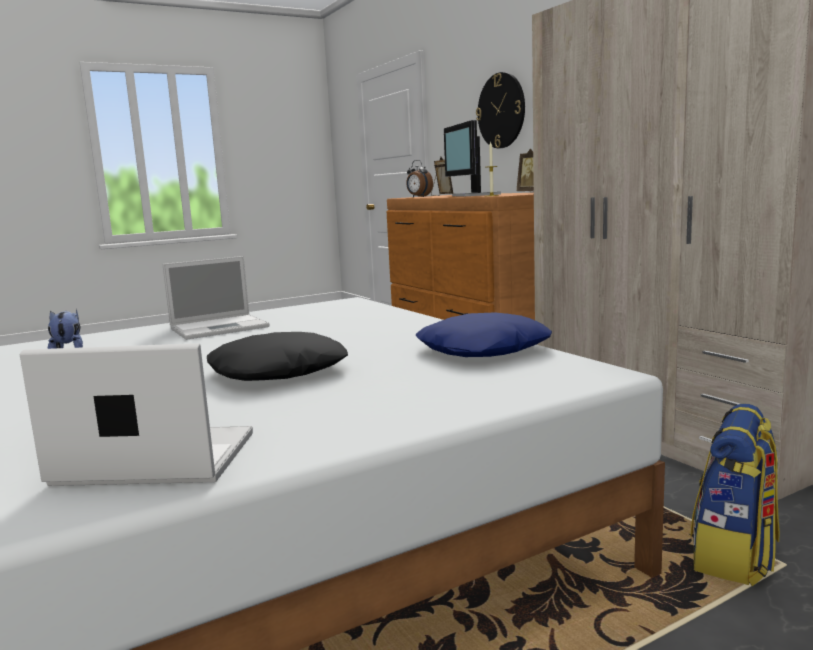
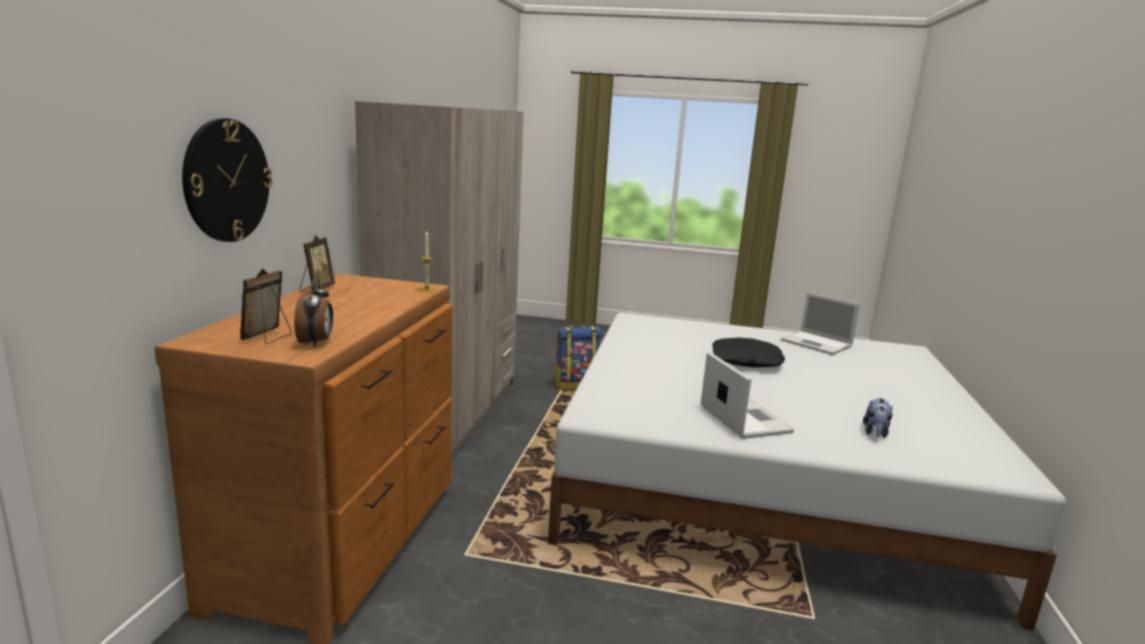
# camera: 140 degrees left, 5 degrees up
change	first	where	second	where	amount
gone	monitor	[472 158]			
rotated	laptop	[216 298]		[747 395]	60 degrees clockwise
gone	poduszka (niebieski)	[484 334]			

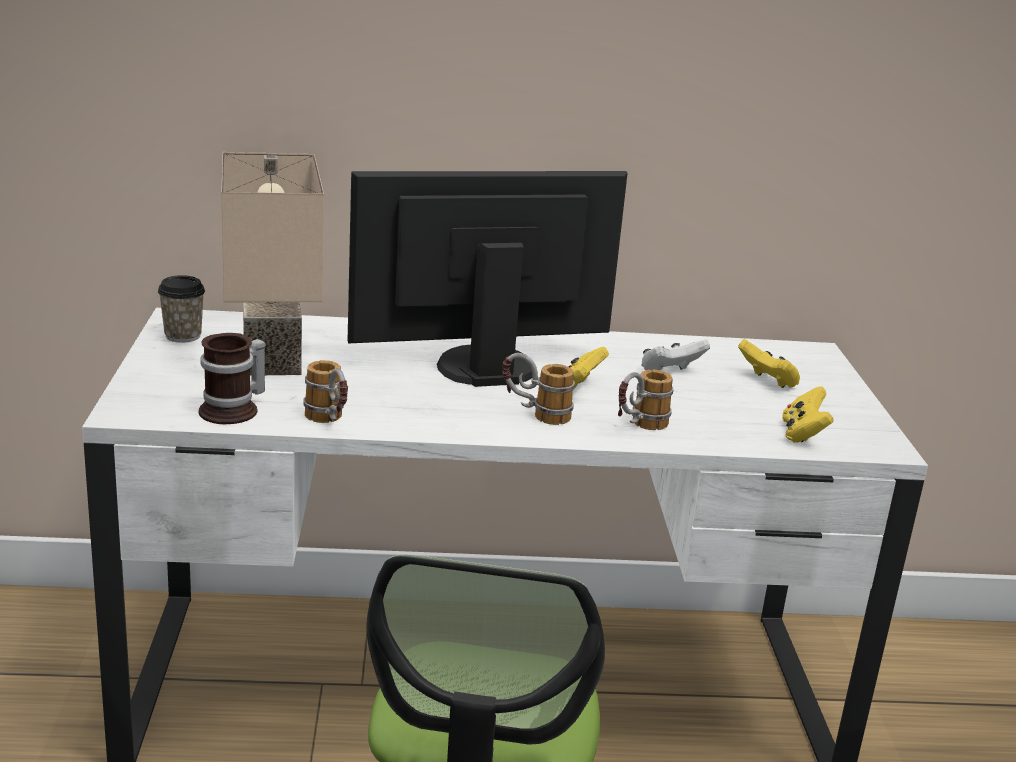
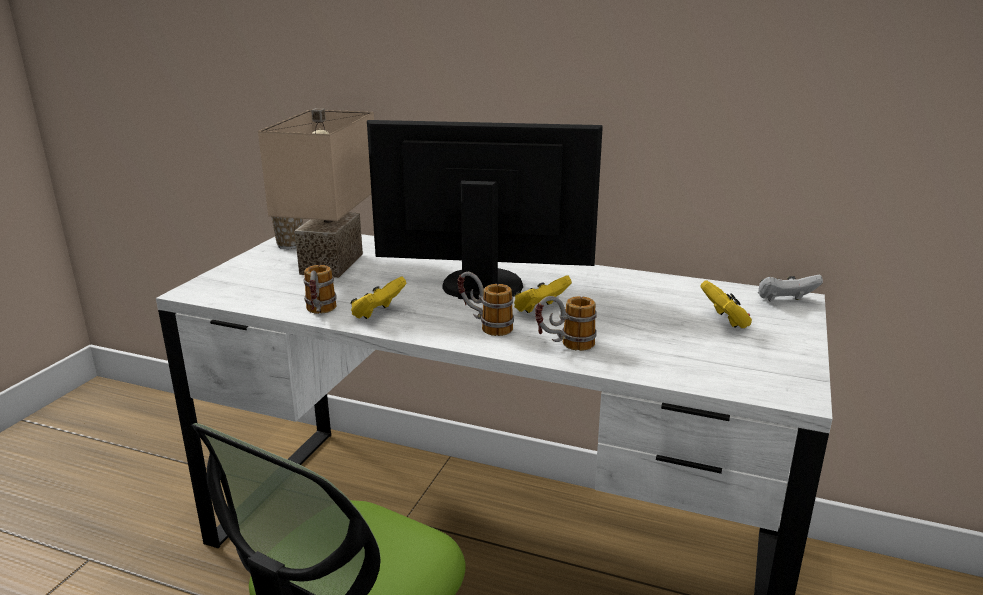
# camera: 25 degrees right, 0 degrees up
change	first	where	second	where	amount
gone	kubek	[232 378]			
shifted	pad do gier (biały)	[675 354]		[790 287]	
shifted	pad do gier (żółty)	[808 414]		[378 297]	

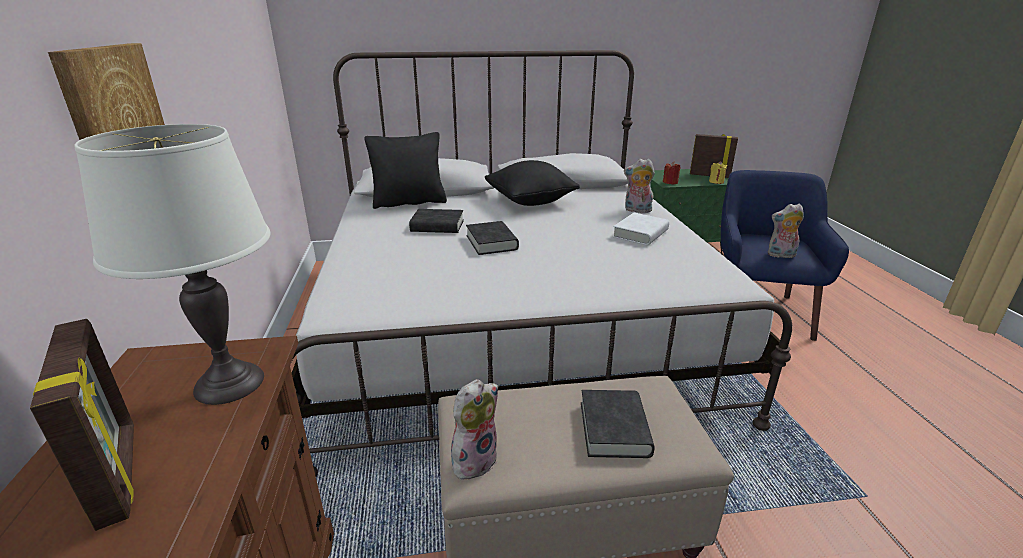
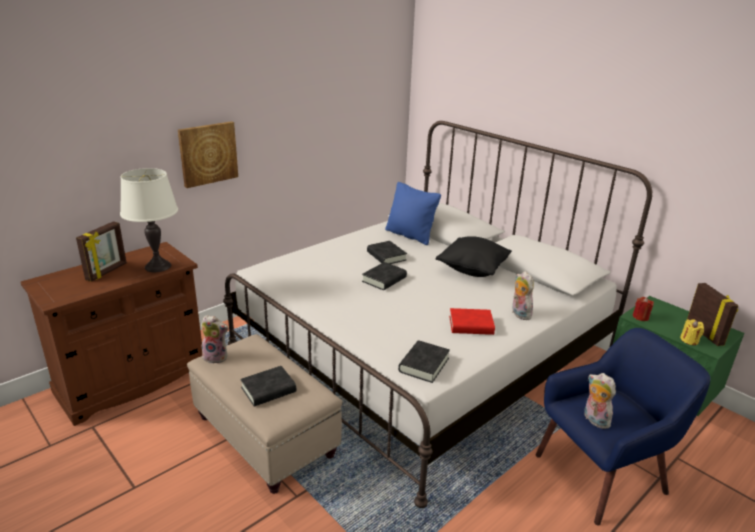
# camera: 55 degrees right, 0 degrees up
change	first	where	second	where	amount
repainted	poduszka (czarny)	[405 170]	poduszka (niebieski)	[413 213]	
repainted	książka (biały)	[640 229]	książka (czerwony)	[472 321]	
new			książka (czarny)	[424 362]	

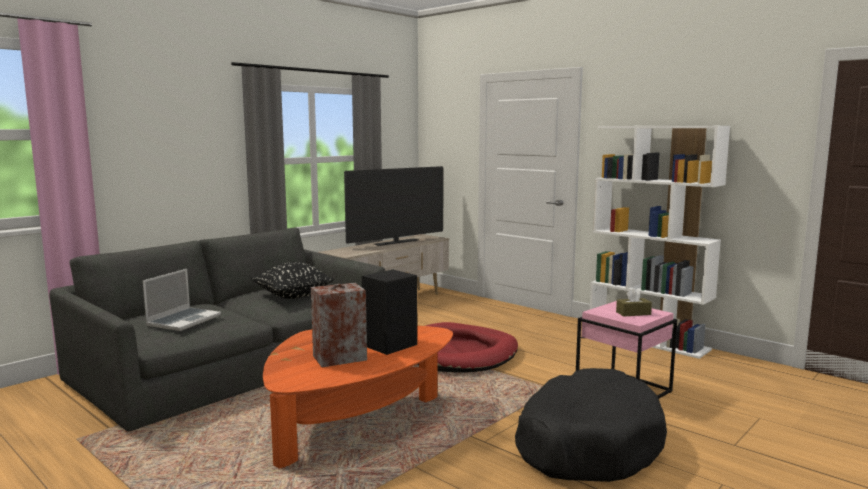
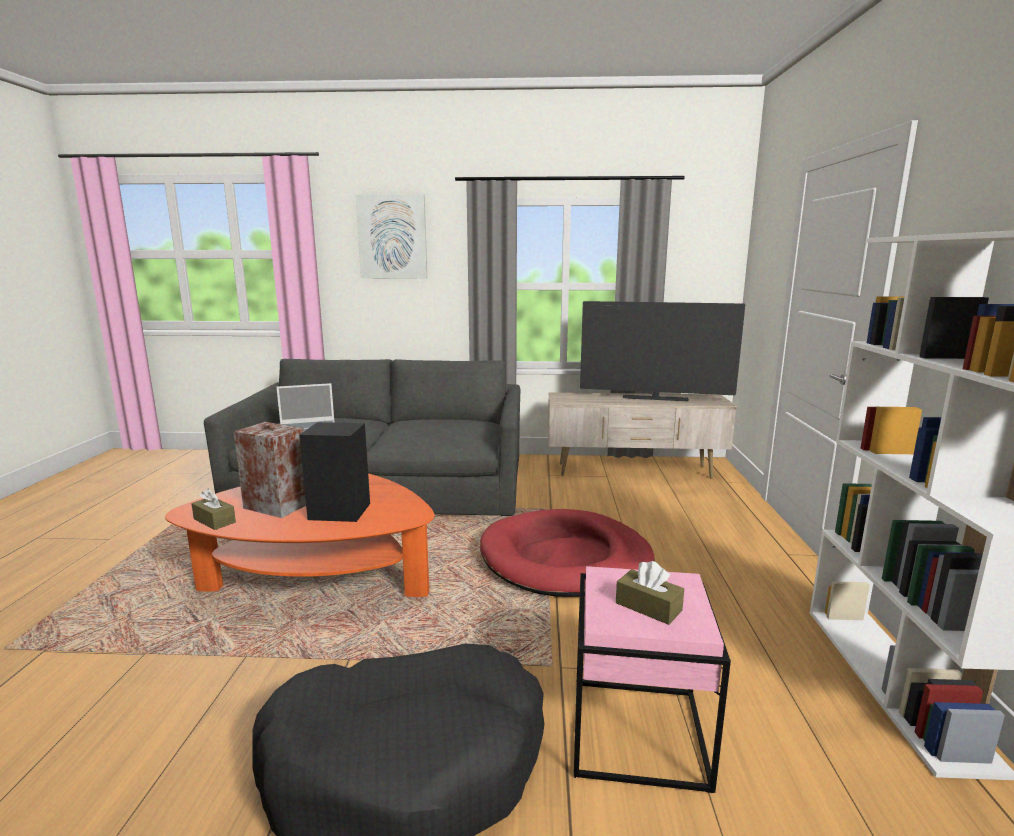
# camera: 50 degrees right, 5 degrees up
change	first	where	second	where	amount
gone	poduszka (czarny)	[293 280]			
new			obraz	[391 236]	
new			pudełko chusteczek (brązowy)	[213 509]	

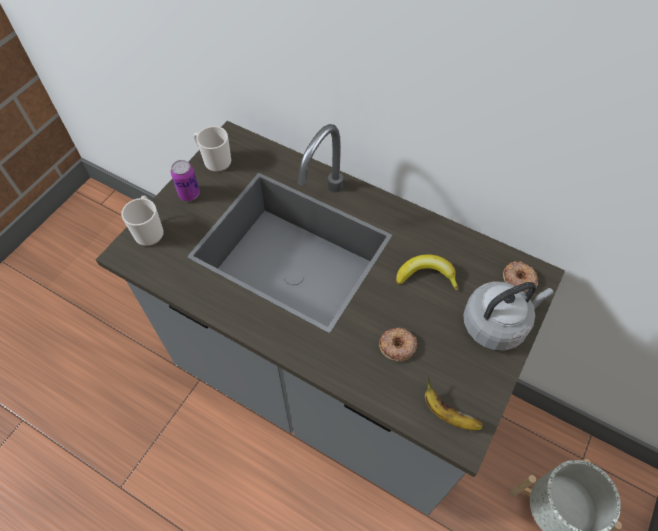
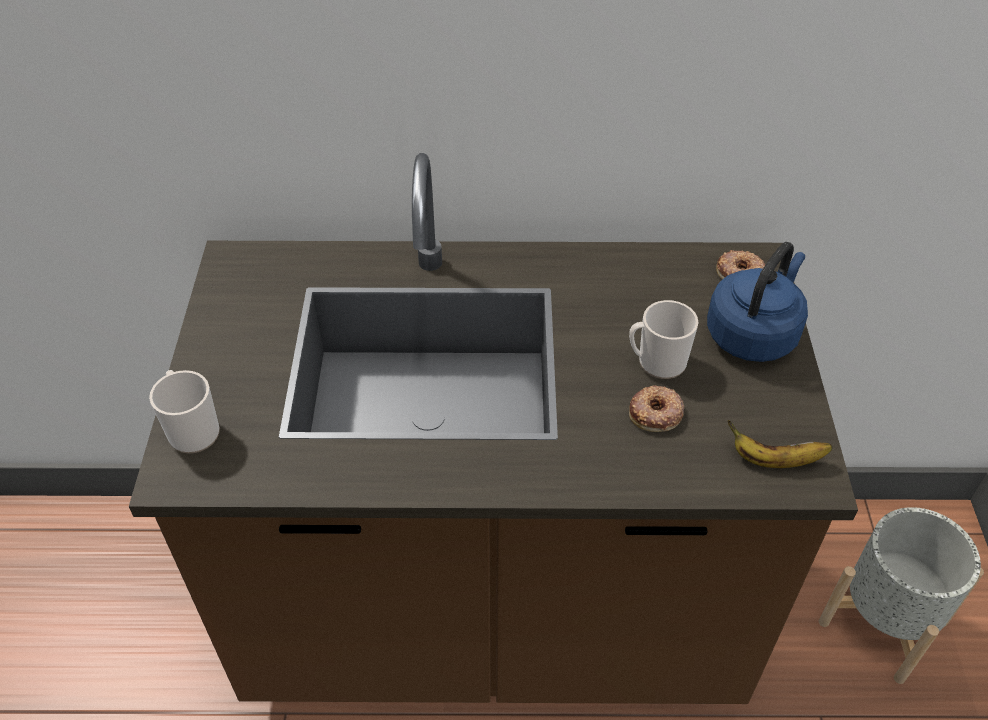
# camera: 30 degrees left, 10 degrees down
change	first	where	second	where	amount
repainted	zabudowa kuchenna (szary)	[330 318]	zabudowa kuchenna (brązowy)	[493 428]	
shifted	kubek	[212 149]		[663 339]	
gone	puszka	[185 180]			
gone	banan	[427 272]			
repainted	czajnik (szary)	[508 315]	czajnik (niebieski)	[757 302]	

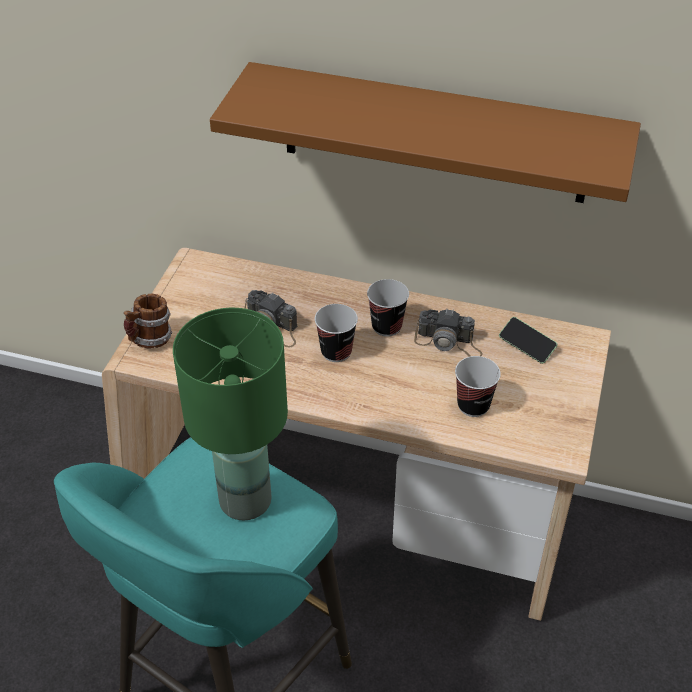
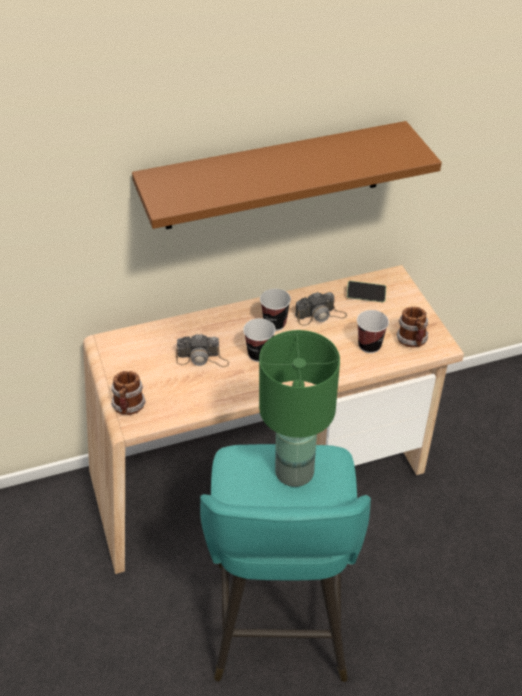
# camera: 35 degrees left, 0 degrees up
change	first	where	second	where	amount
new			kubek	[412 327]	

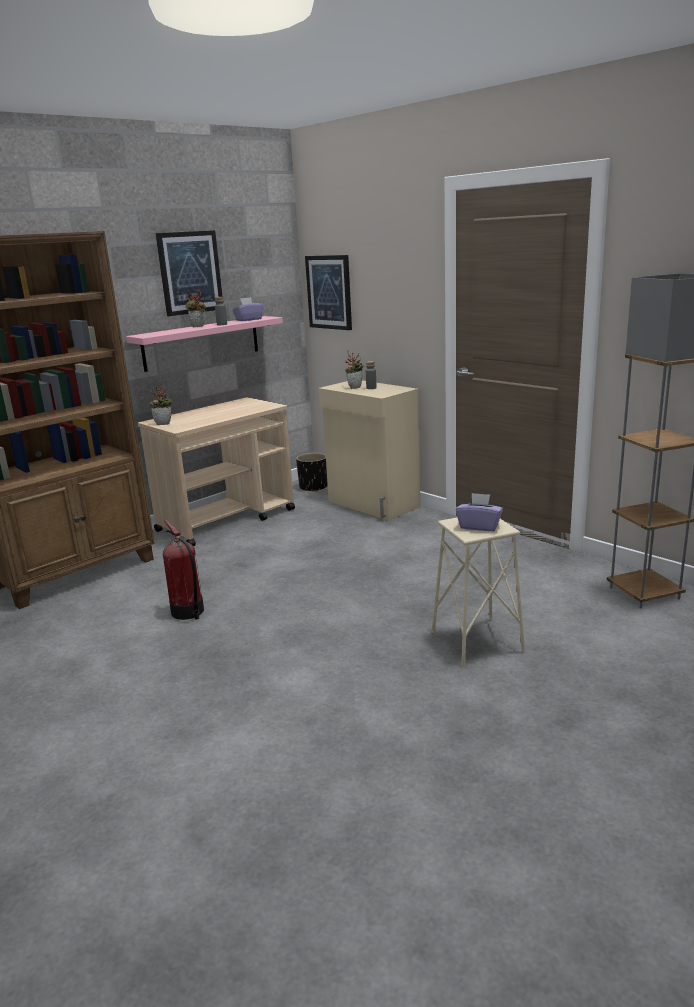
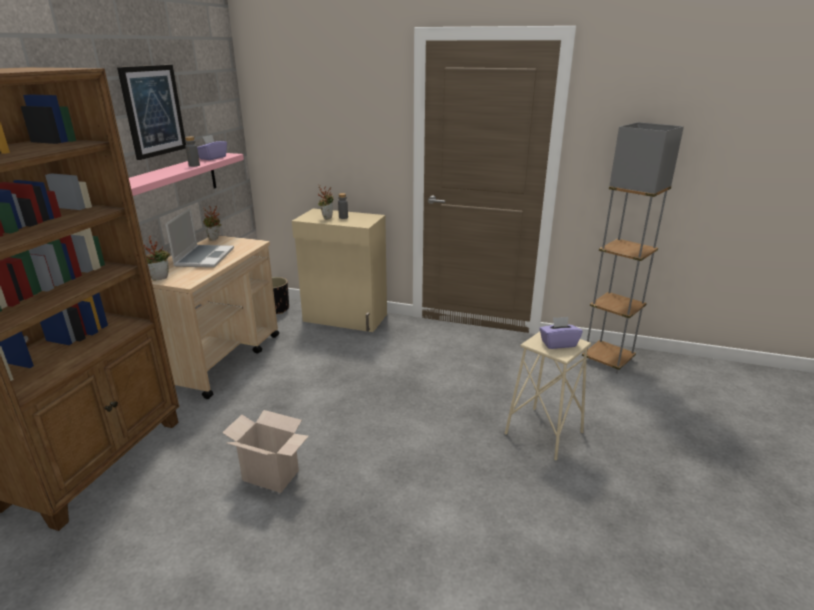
# camera: 30 degrees left, 5 degrees up
change	first	where	second	where	amount
gone	obraz	[328 292]			
shifted	roślina doniczkowa	[195 307]		[212 223]	
swapped	gaśnica	[183 570]	karton	[265 451]	
new			laptop	[200 238]	

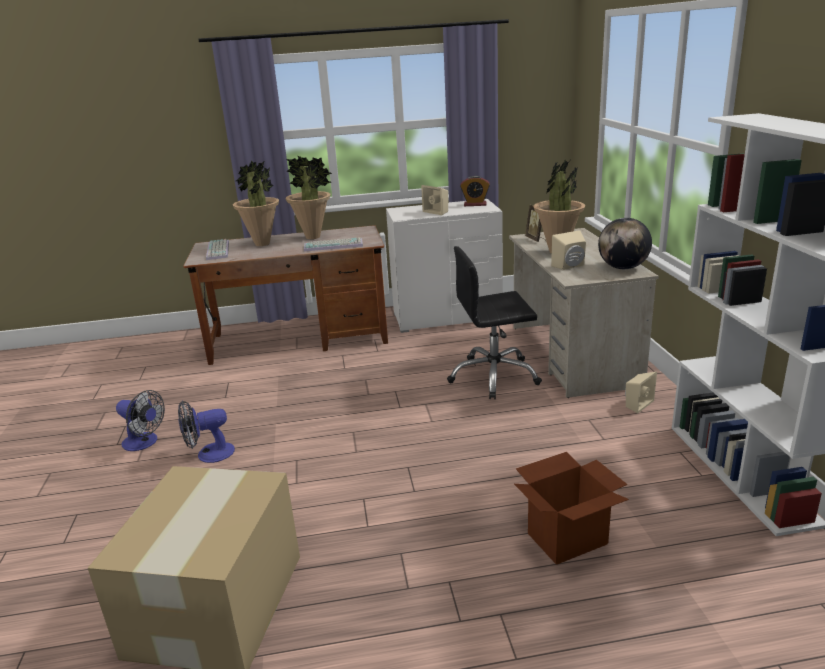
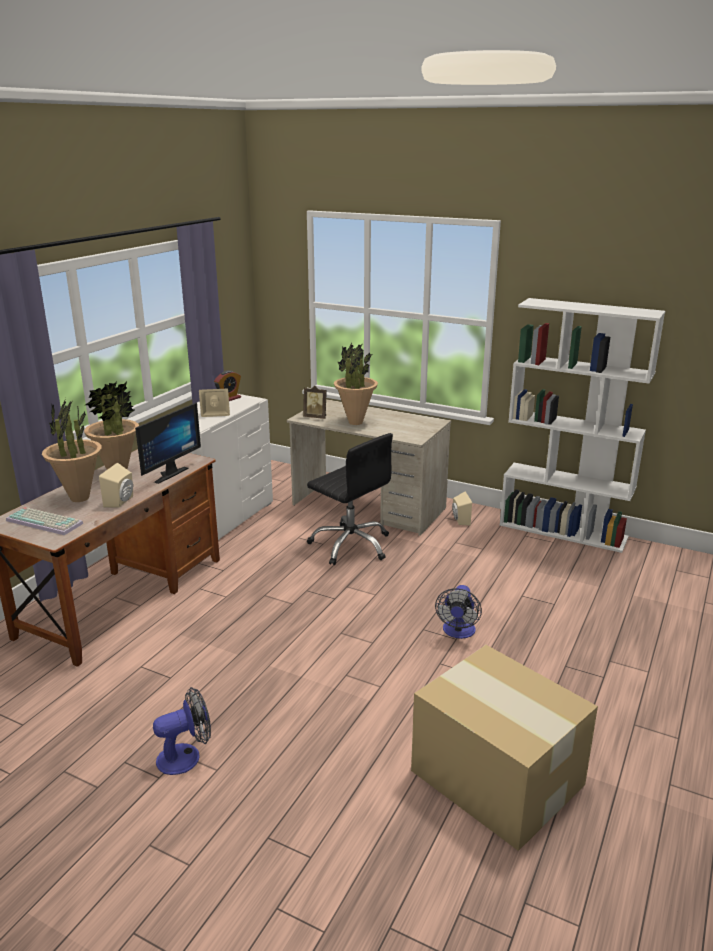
# camera: 55 degrees left, 0 degrees up
change	first	where	second	where	amount
gone	globus	[625 243]			
shifted	głośnik (beżowy)	[568 250]		[116 485]	
swapped	klawiatura	[333 244]	monitor	[168 443]	
rotated	krzesło biurowe (czarny)	[494 322]		[350 499]	75 degrees counterclockwise
shifted	wentylator	[206 432]		[458 612]	
gone	karton	[571 508]			

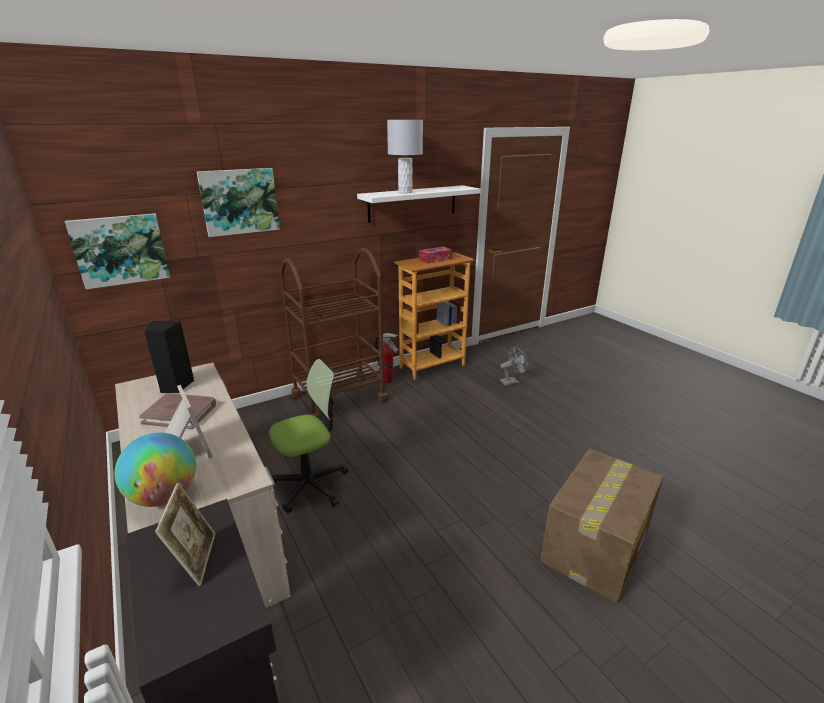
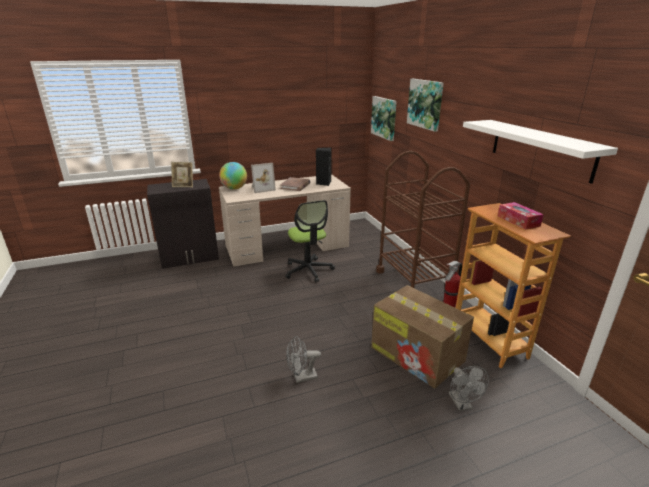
# camera: 100 degrees right, 0 degrees up
change	first	where	second	where	amount
gone	lampa stołowa (szary)	[405 156]			
shifted	karton	[601 525]		[422 336]	
new			wentylator (szary)	[304 359]	

